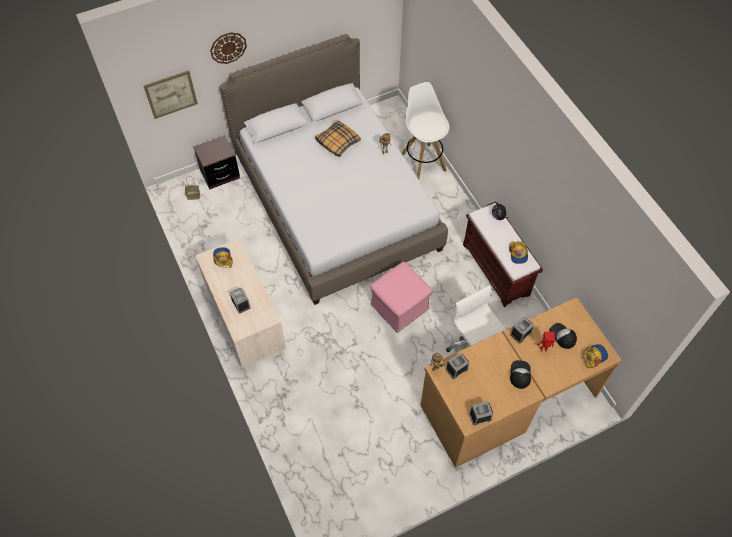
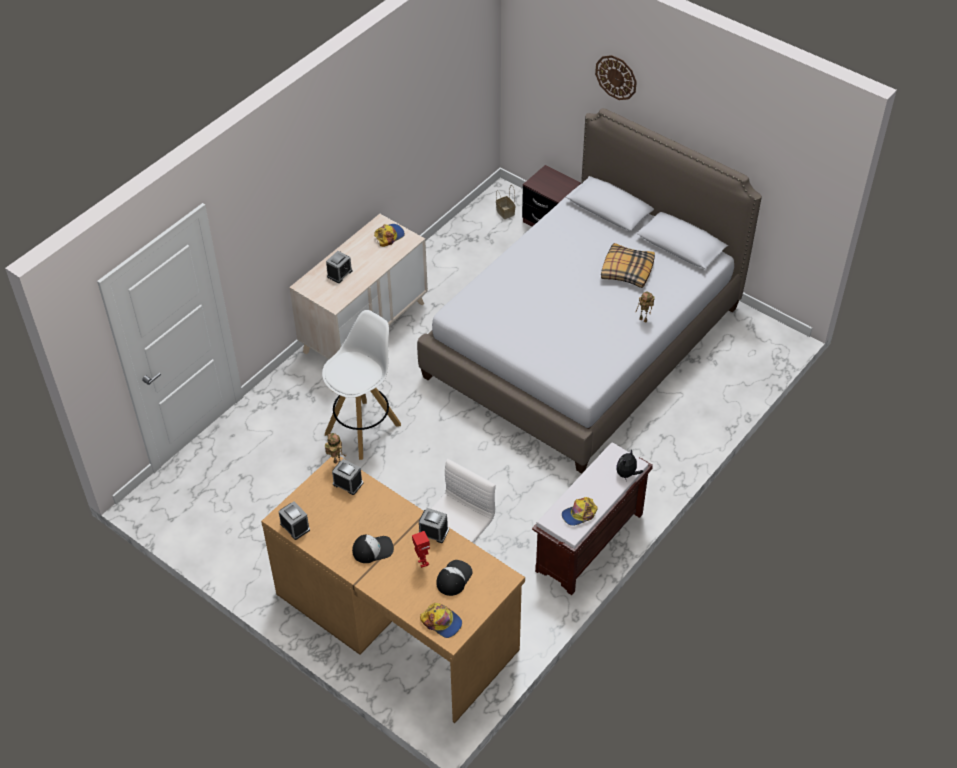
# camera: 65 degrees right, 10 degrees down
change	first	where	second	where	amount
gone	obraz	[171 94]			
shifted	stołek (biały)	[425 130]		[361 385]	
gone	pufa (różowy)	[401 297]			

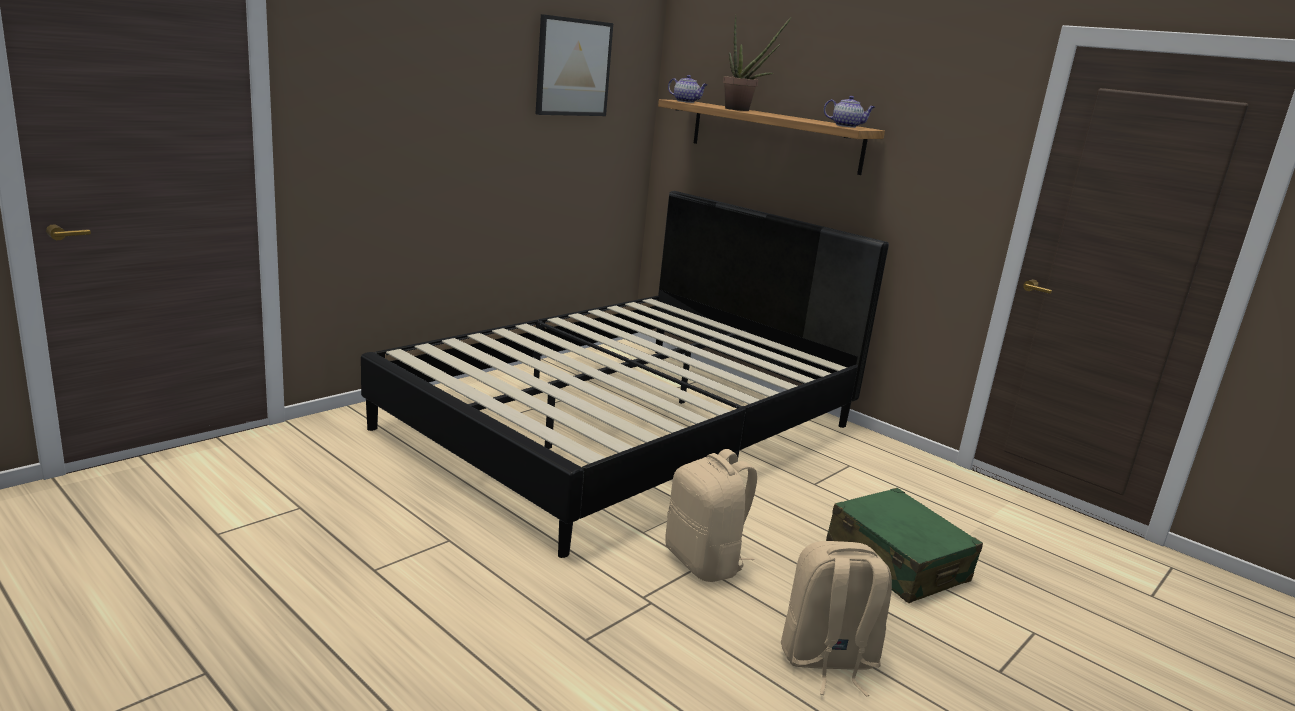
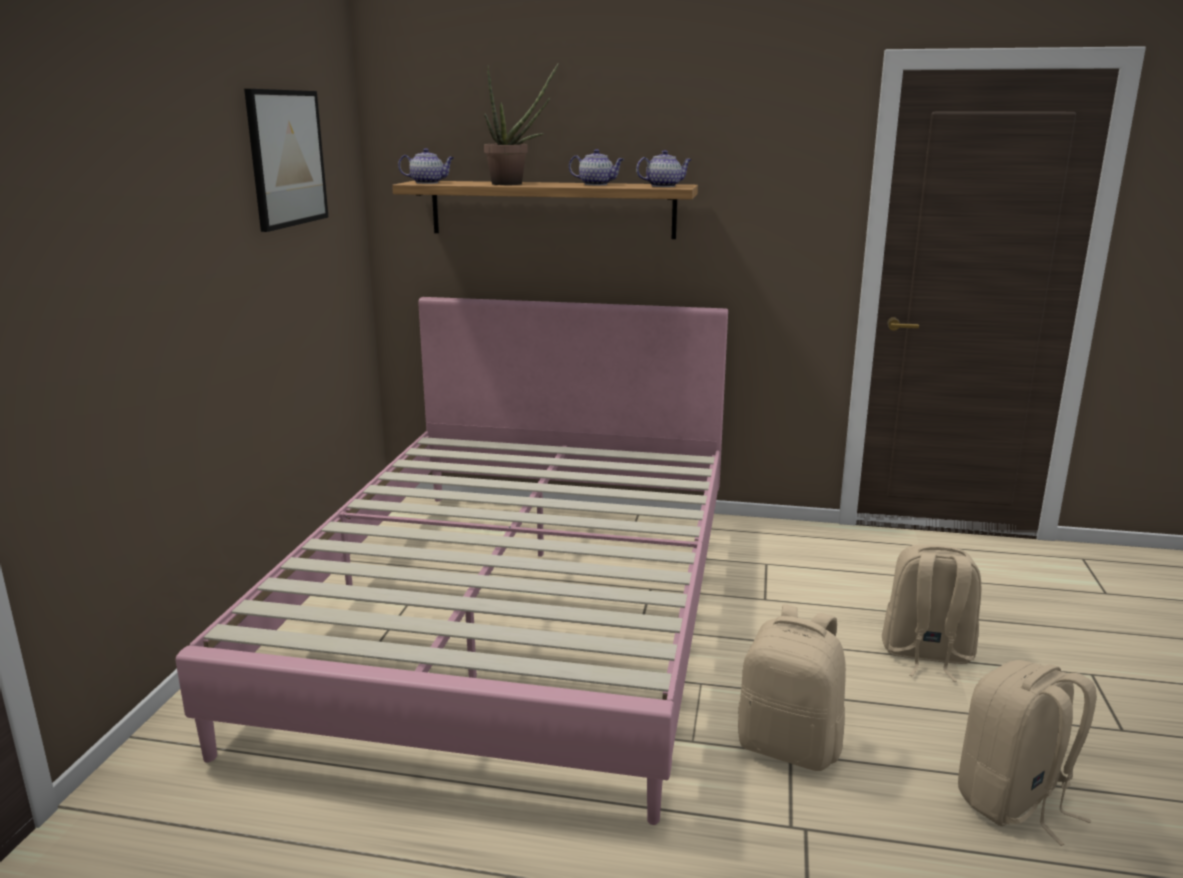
# camera: 30 degrees left, 0 degrees up
change	first	where	second	where	amount
repainted	łóżko (czarny)	[625 374]	łóżko (różowy)	[452 561]	
swapped	walizka (zielony)	[904 545]	plecak (beżowy)	[932 613]	
new			imbryk	[596 167]	

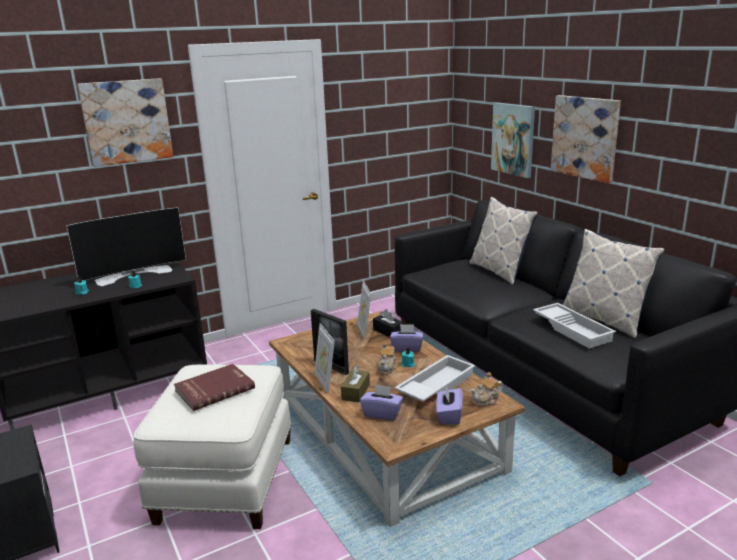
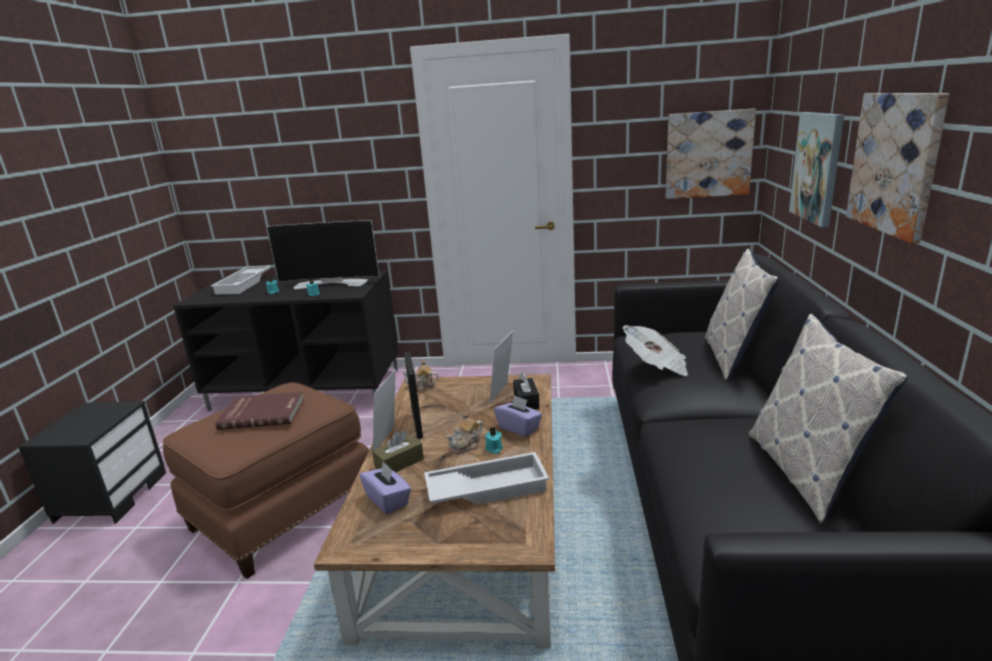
# camera: 35 degrees right, 0 degrees up
change	first	where	second	where	amount
shifted	obraz	[125 122]		[711 154]	
shifted	taca (biały)	[574 326]		[241 280]	
repainted	pufa (biały)	[212 447]	pufa (brązowy)	[266 480]	
shifted	imbryk	[486 389]		[420 376]	
gone	pudełko chusteczek (fioletowy)	[449 405]			
new			gazeta	[655 350]	

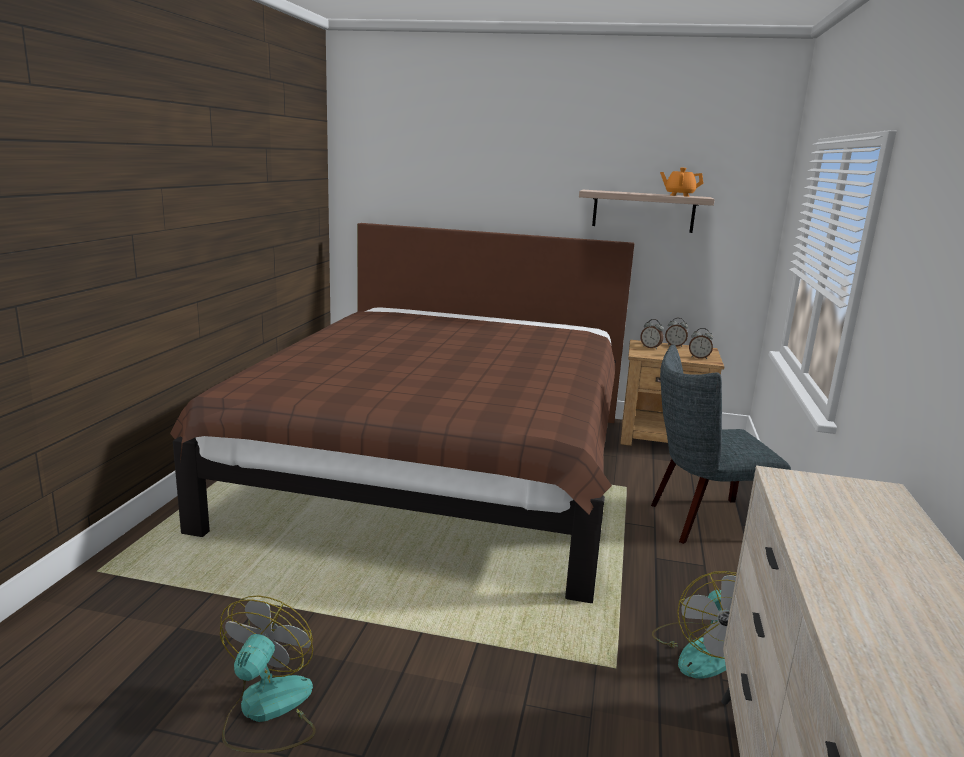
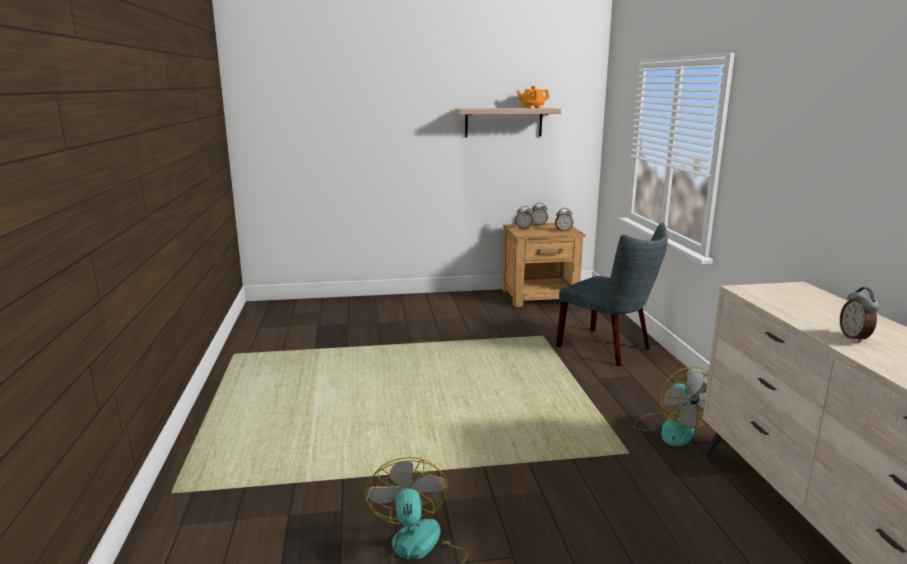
# camera: 20 degrees left, 0 degrees up
change	first	where	second	where	amount
gone	łóżko (brązowy)	[402 413]			
rotated	krzesło (szary)	[721 444]		[612 294]	105 degrees counterclockwise
new			budzik	[860 315]	

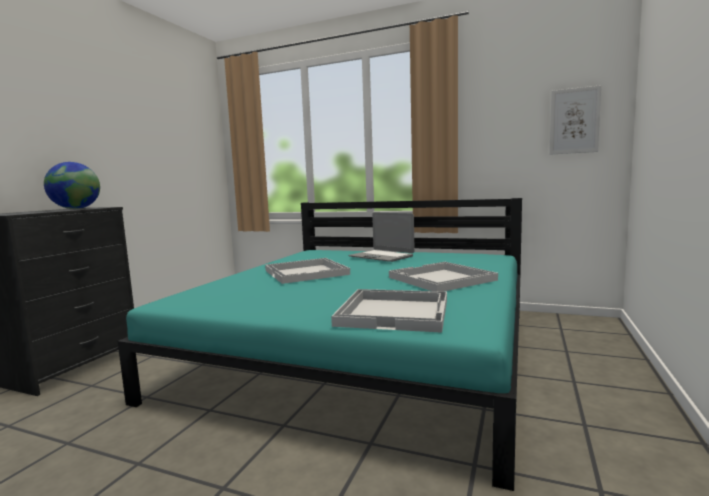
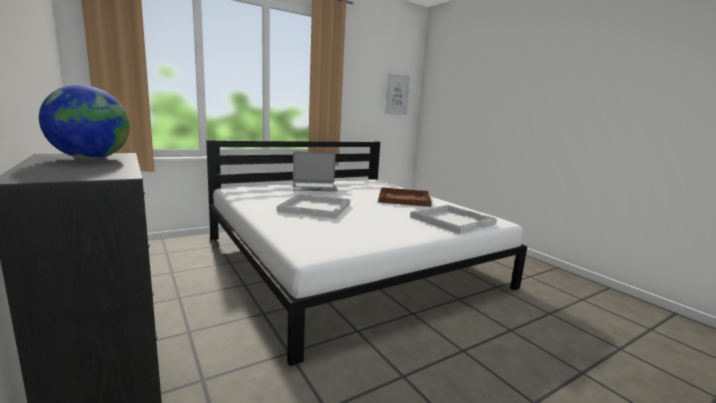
# camera: 55 degrees left, 5 degrees up
change	first	where	second	where	amount
repainted	łóżko (turkusowy)	[320 344]	łóżko (biały)	[366 253]	
repainted	taca (biały)	[443 277]	taca (brązowy)	[405 197]	

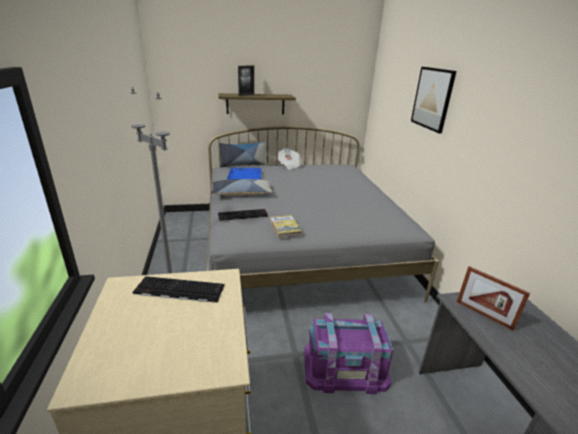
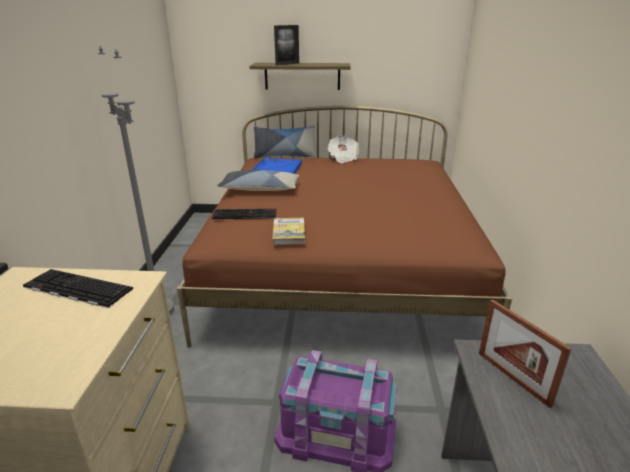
# camera: 15 degrees right, 0 degrees up
change	first	where	second	where	amount
gone	obraz	[434 100]			
repainted	łóżko (szary)	[322 214]	łóżko (brązowy)	[344 227]	

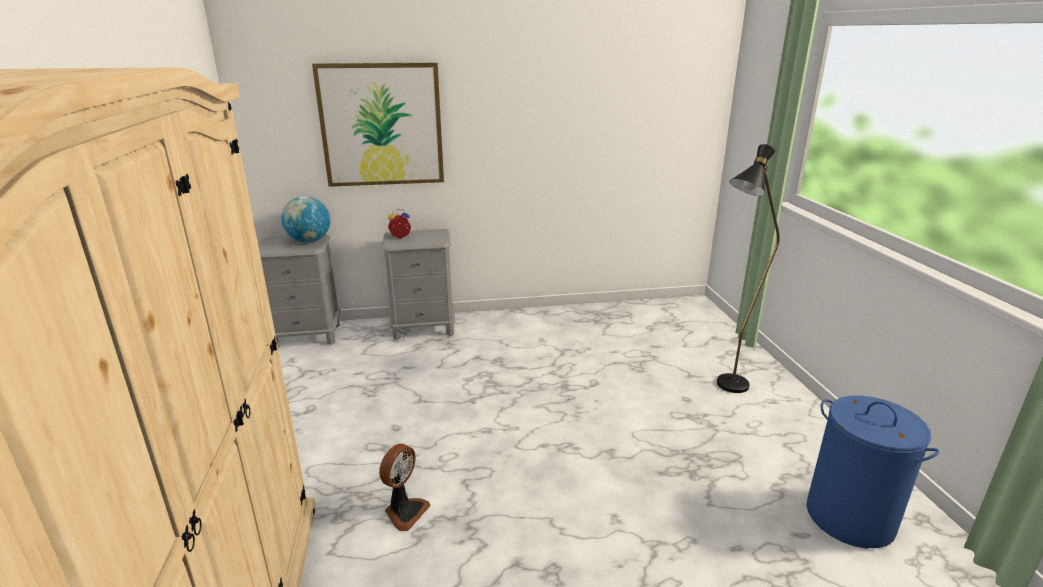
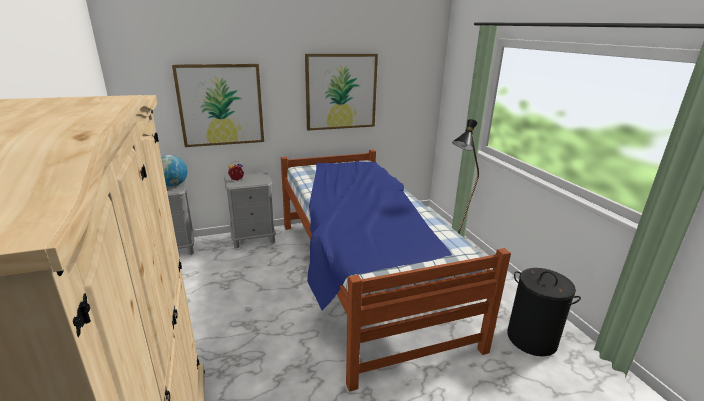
# camera: 10 degrees left, 0 degrees up
change	first	where	second	where	amount
repainted	kosz na pranie (niebieski)	[872 472]	kosz na pranie (czarny)	[544 312]	
gone	wentylator	[405 487]			
new			obraz	[341 92]	
new			łóżko	[396 271]	

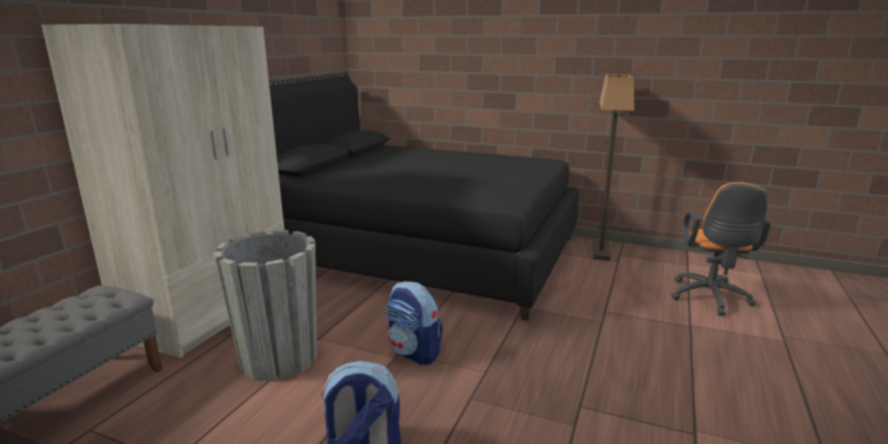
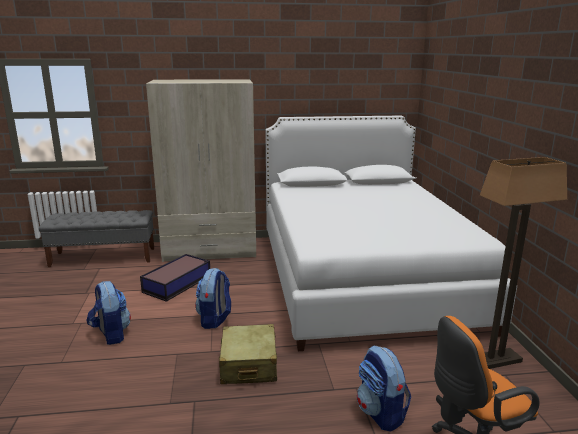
# camera: 60 degrees right, 0 degrees up
change	first	where	second	where	amount
repainted	łóżko (czarny)	[424 197]	łóżko (biały)	[391 233]	
swapped	donica (szary)	[265 305]	pojemnik do przechowywania	[175 278]	
new			walizka (beżowy)	[248 354]	
new			plecak	[384 388]	

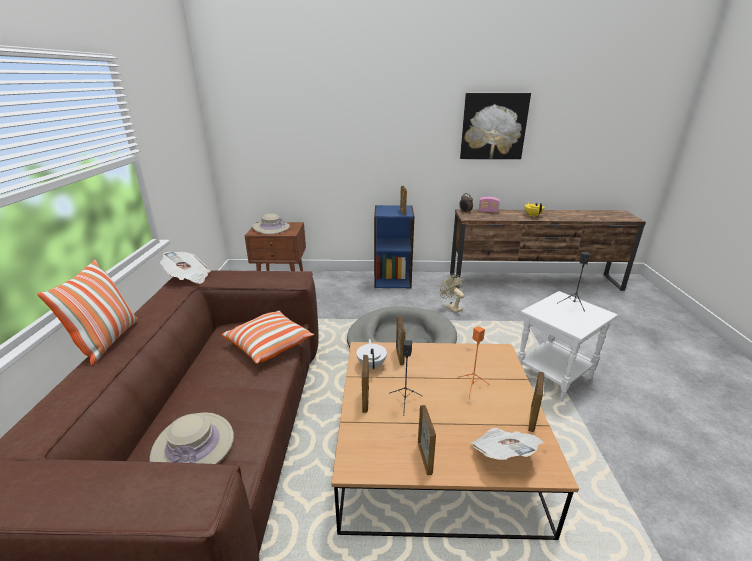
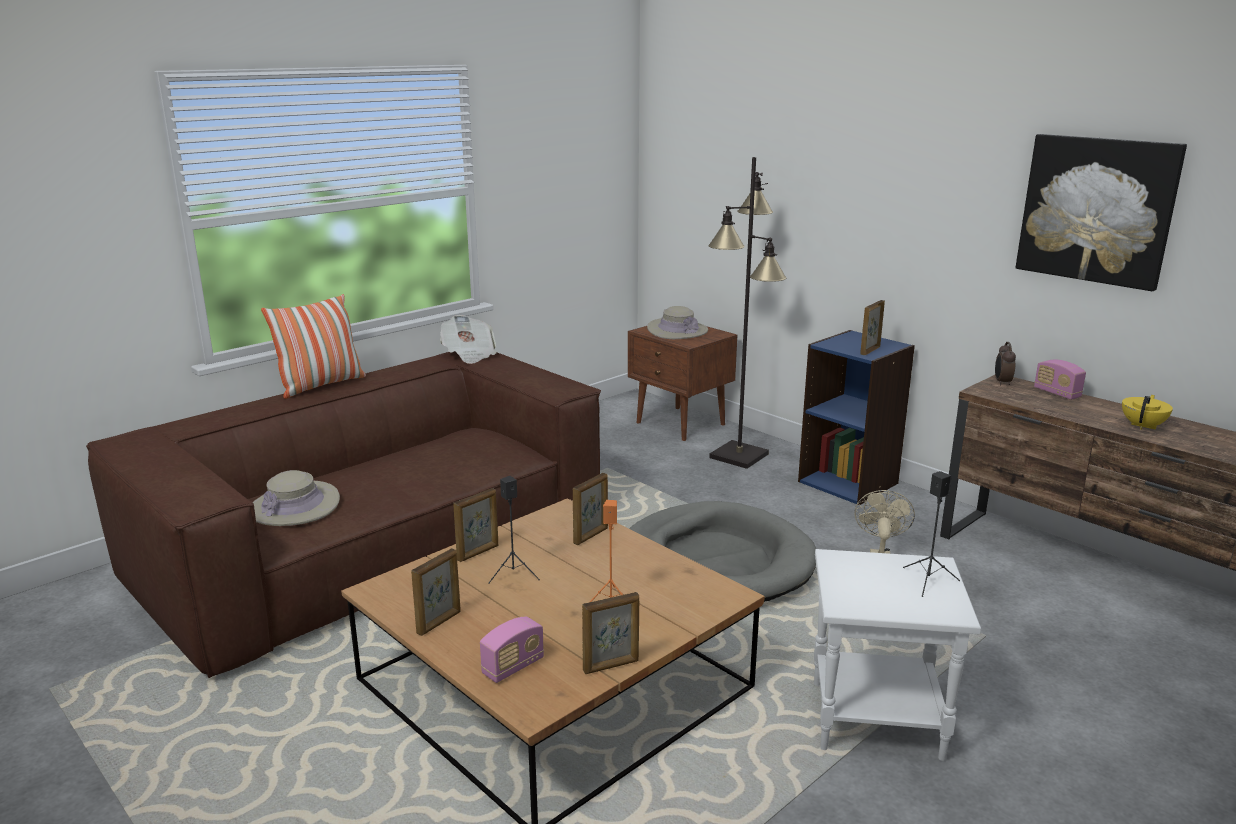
# camera: 45 degrees right, 5 degrees down
change	first	where	second	where	amount
gone	poduszka	[268 337]			
gone	imbryk (biały)	[372 354]			
swapped	gazeta	[507 444]	radio	[512 650]	
new			lampa stojąca (czarny)	[747 313]	

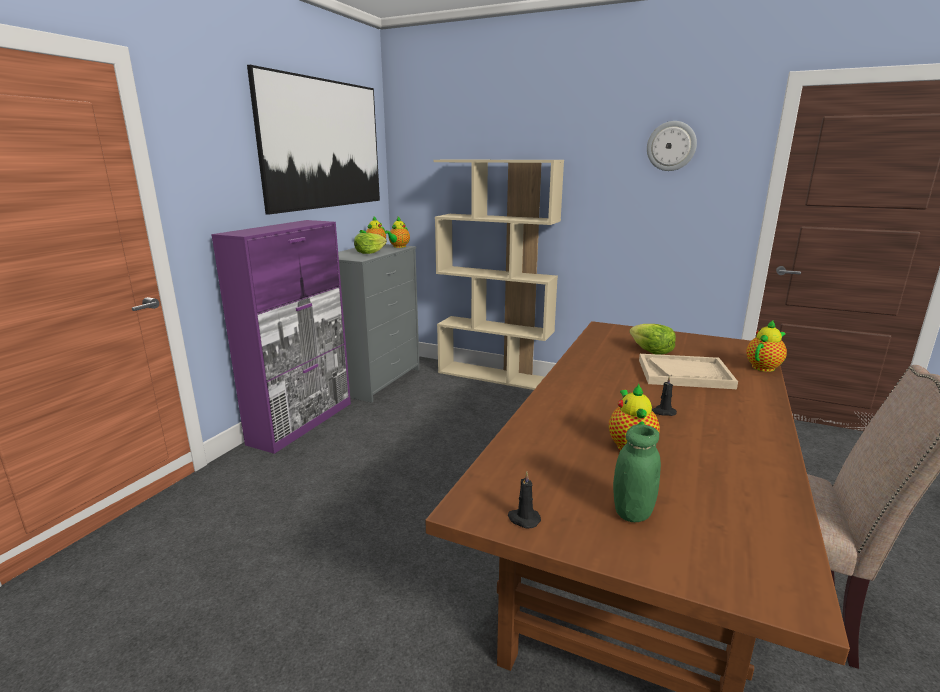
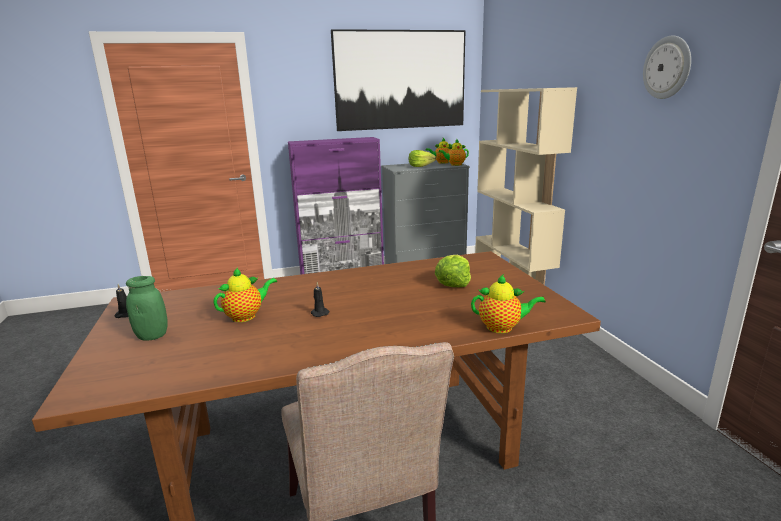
# camera: 50 degrees right, 0 degrees up
change	first	where	second	where	amount
gone	taca (beżowy)	[688 371]			

